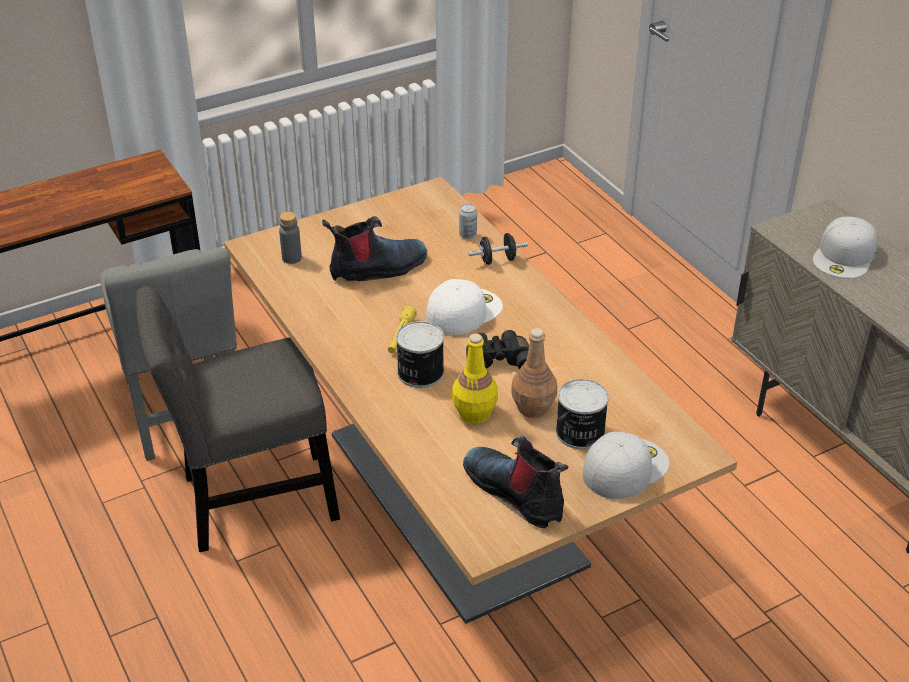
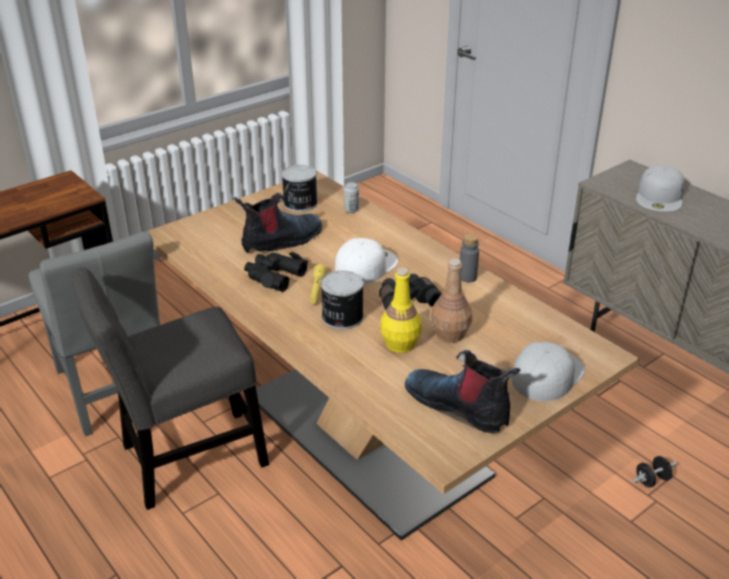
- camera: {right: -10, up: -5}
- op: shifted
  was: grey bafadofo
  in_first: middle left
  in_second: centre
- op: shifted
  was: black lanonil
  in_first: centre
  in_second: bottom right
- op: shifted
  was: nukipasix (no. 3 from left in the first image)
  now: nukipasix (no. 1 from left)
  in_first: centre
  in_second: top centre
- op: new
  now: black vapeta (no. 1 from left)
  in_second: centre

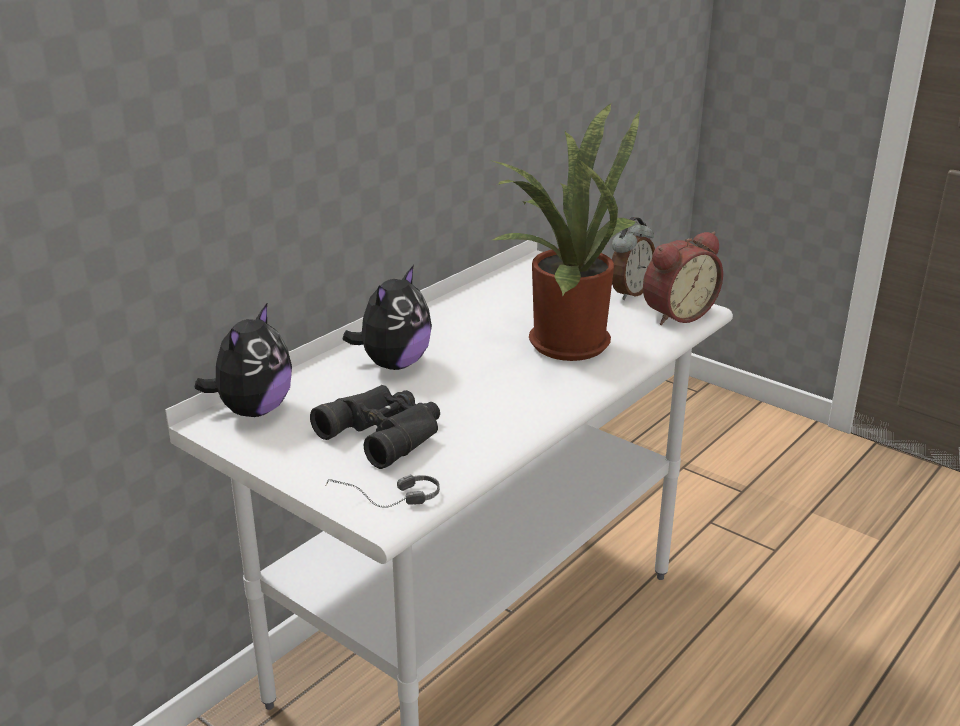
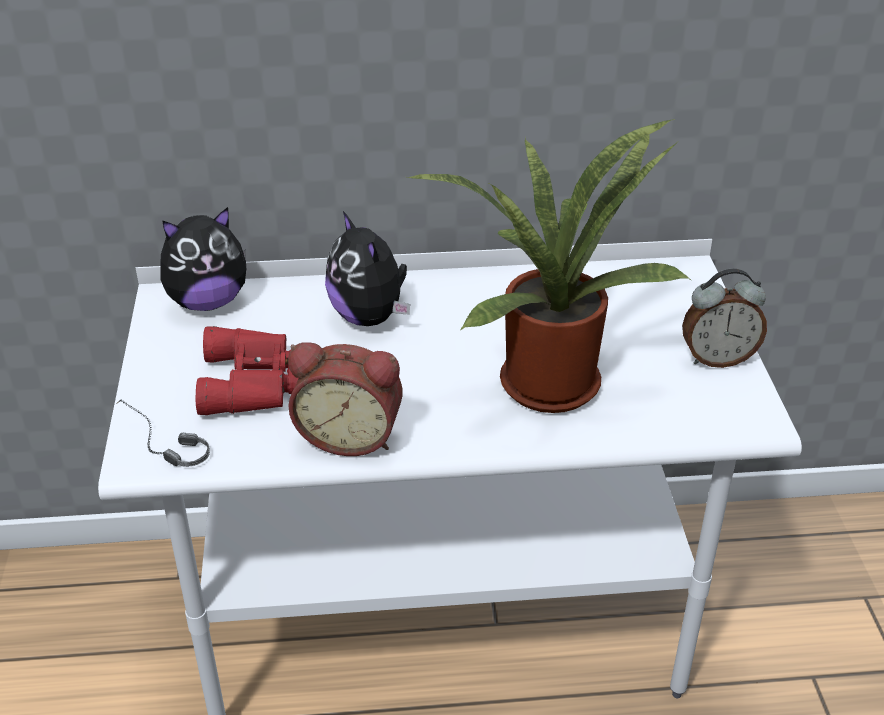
- camera: {right: 45, up: 10}
- op: shifted
  was: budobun (no. 2 from left in the first image)
  now: budobun (no. 1 from left)
  in_first: middle right
  in_second: centre
- op: rotated
  was: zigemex (no. 2 from left)
  in_first: centre
  in_second: centre
  clockwise: 75
- op: repainted
  was: black vapeta
  now: red vapeta
  in_first: centre
  in_second: middle left

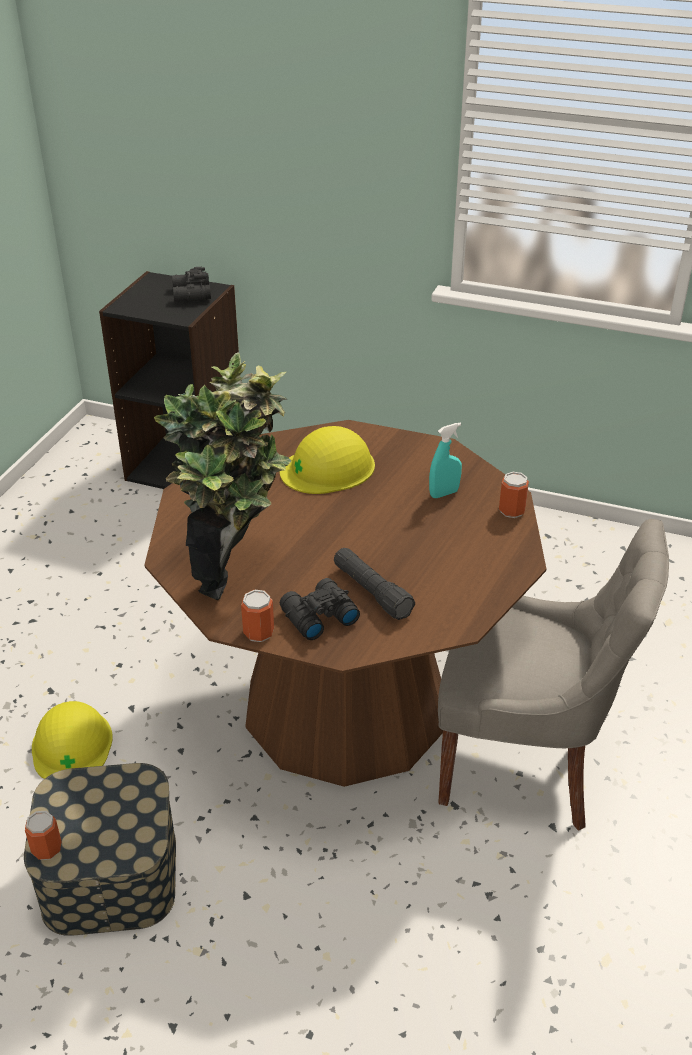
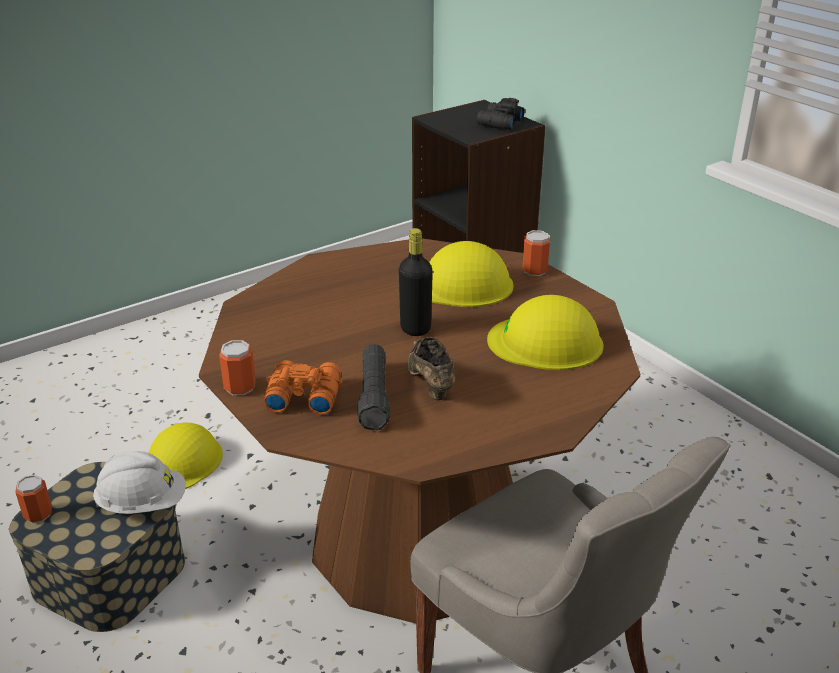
- camera: {right: 35, up: -5}
- op: gone
  was: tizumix
  in_first: middle left
- op: swapped
  was: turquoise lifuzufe
  now: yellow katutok (no. 3 from left)
  in_first: centre
  in_second: centre
- op: shifted
  was: nukipasix (no. 3 from left)
  in_first: middle right
  in_second: centre
- op: repainted
  was: black vapeta (no. 2 from left)
  now: orange vapeta
  in_first: centre
  in_second: centre
- op: new
  now: black bafadofo
  in_second: centre
- op: new
  now: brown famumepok
  in_second: centre
- op: new
  now: white katutok
  in_second: bottom left

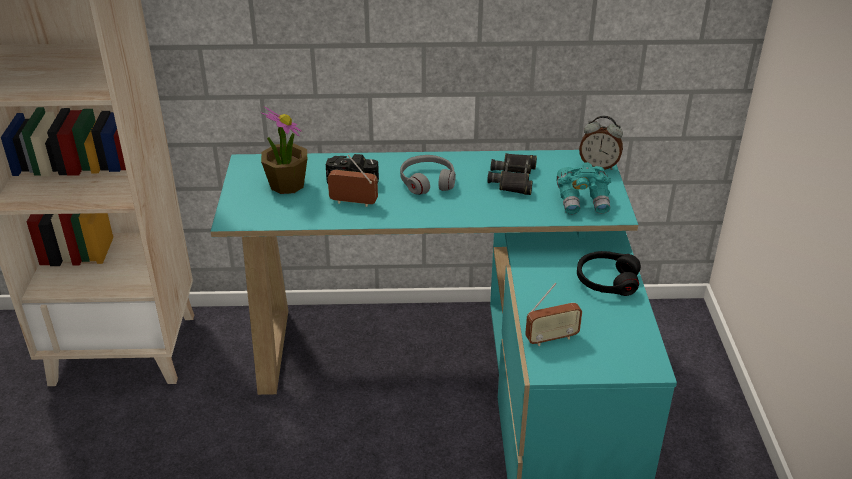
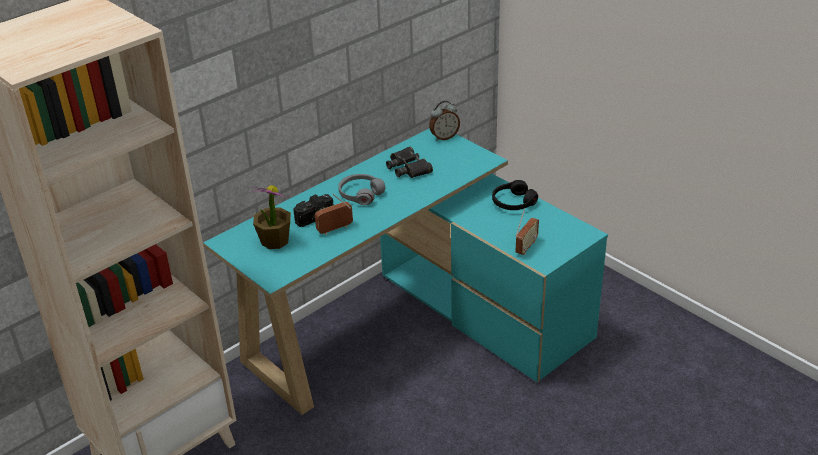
- camera: {right: -40, up: 0}
- op: gone
  was: turquoise vapeta
  in_first: middle right

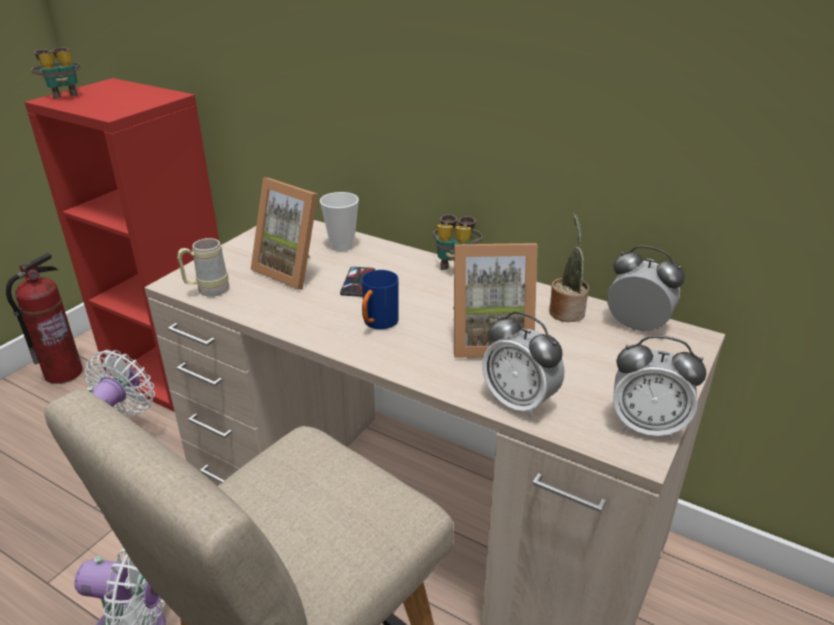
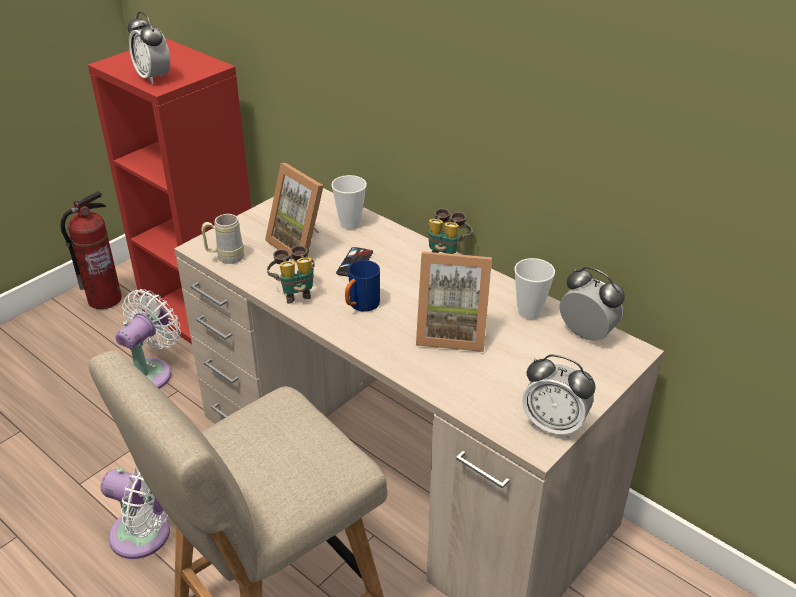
- camera: {right: 10, up: 5}
- op: shifted
  was: vapeta (no. 1 from left)
  in_first: top left
  in_second: centre
- op: swapped
  was: tizumix
  now: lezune (no. 2 from left)
  in_first: middle right
  in_second: middle right
- op: shifted
  was: budobun (no. 1 from left)
  in_first: centre
  in_second: top left

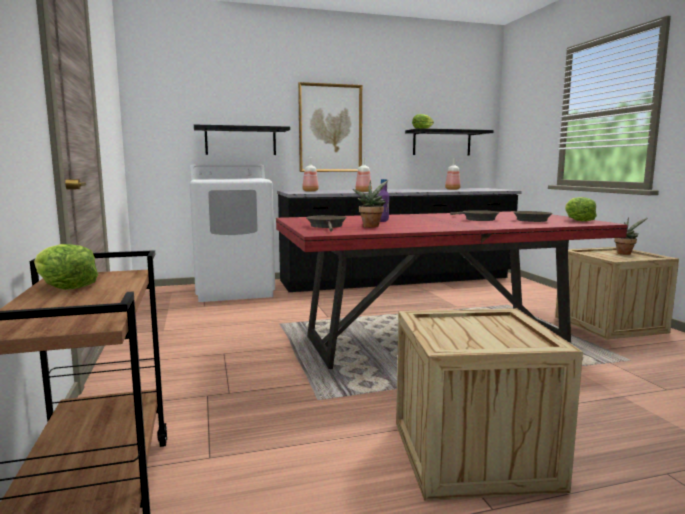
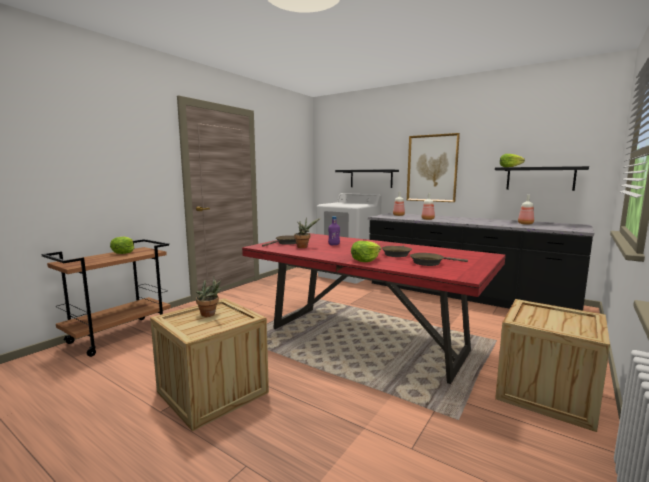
- camera: {right: 50, up: 0}
- op: shifted
  was: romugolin (no. 3 from left in the first image)
  now: romugolin (no. 2 from left)
  in_first: middle right
  in_second: centre
- op: shifted
  was: tizumix (no. 2 from left in the first image)
  now: tizumix (no. 1 from left)
  in_first: middle right
  in_second: middle left

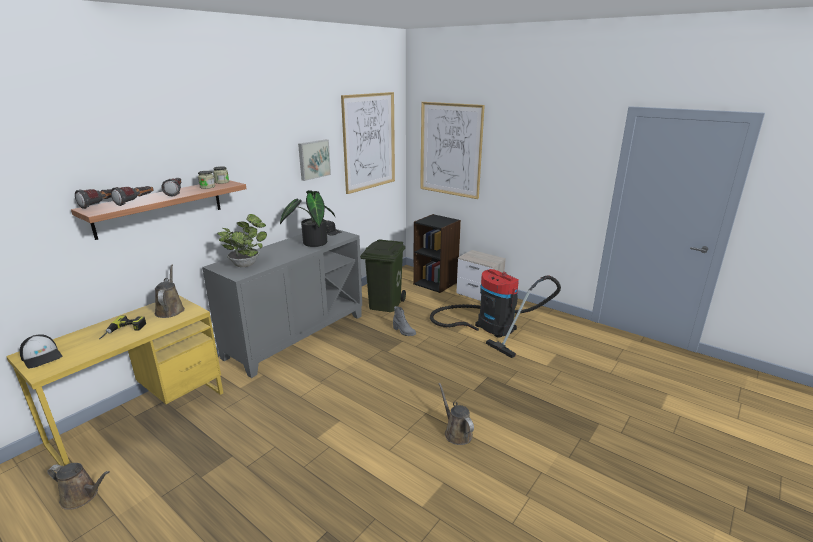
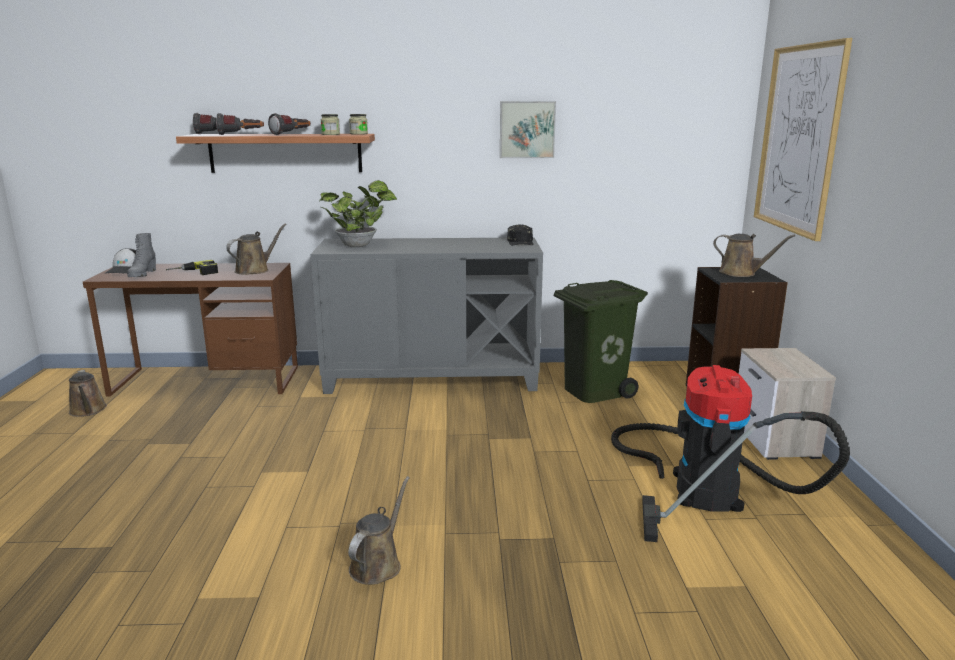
- camera: {right: 50, up: -5}
- op: gone
  was: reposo (no. 2 from left)
  in_first: top centre
- op: gone
  was: tizumix (no. 2 from left)
  in_first: centre
- op: repainted
  was: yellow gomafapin
  now: brown gomafapin
  in_first: bottom left
  in_second: middle left
- op: shifted
  was: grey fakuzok
  in_first: centre
  in_second: middle left
- op: new
  now: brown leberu (no. 4 from left)
  in_second: middle right

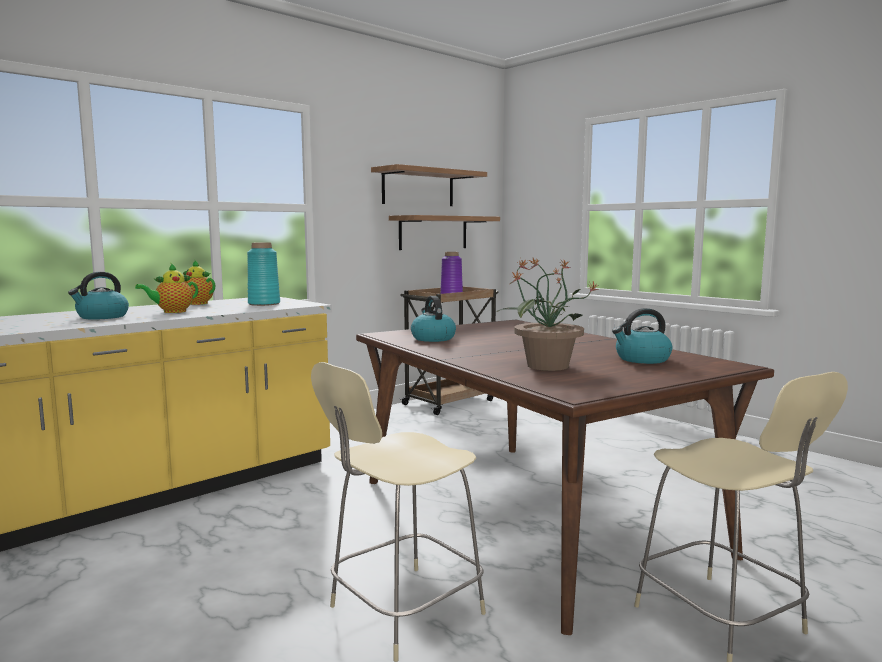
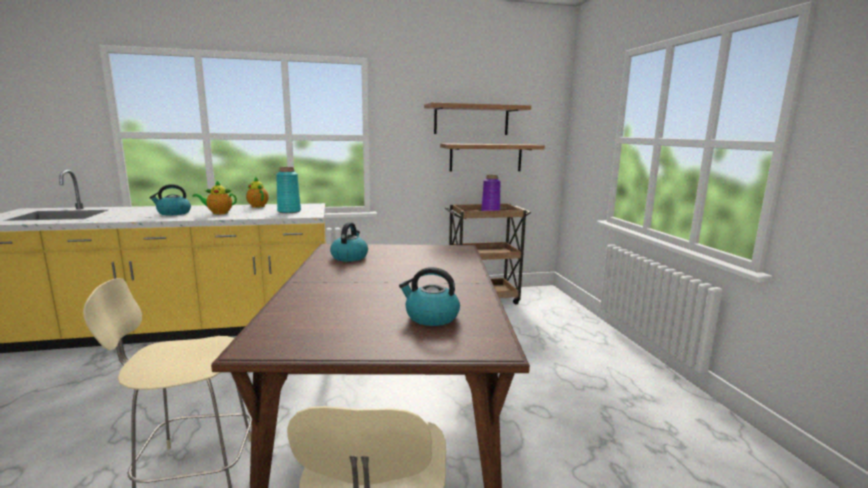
- camera: {right: 30, up: 5}
- op: gone
  was: tizumix
  in_first: centre

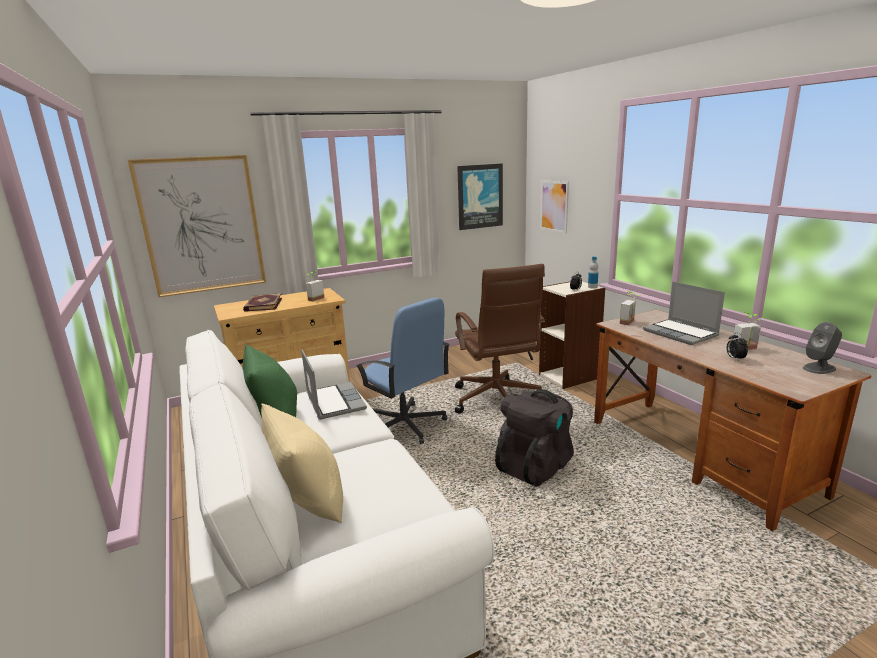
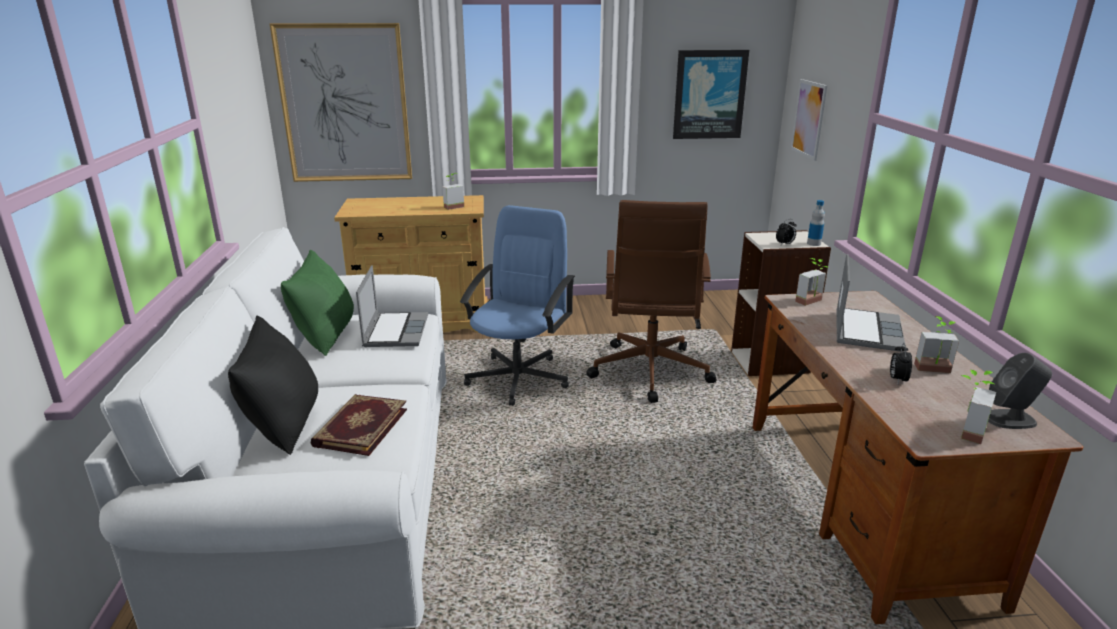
- camera: {right: 20, up: 5}
- op: rotated
  was: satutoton (no. 2 from left)
  in_first: middle right
  in_second: middle right
  clockwise: -150
- op: shifted
  was: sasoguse
  in_first: middle left
  in_second: bottom left
- op: rotated
  was: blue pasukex
  in_first: centre
  in_second: centre
  clockwise: -135
- op: gone
  was: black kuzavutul
  in_first: centre
- op: repainted
  was: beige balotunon
  now: black balotunon
  in_first: bottom centre
  in_second: middle left
- op: new
  now: tizumix (no. 4 from left)
  in_second: middle right

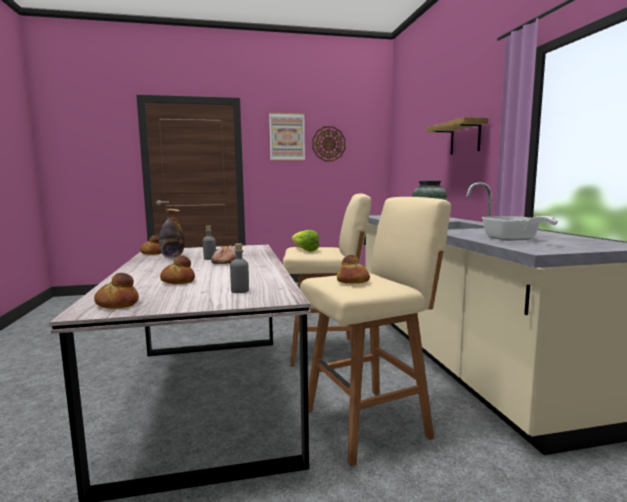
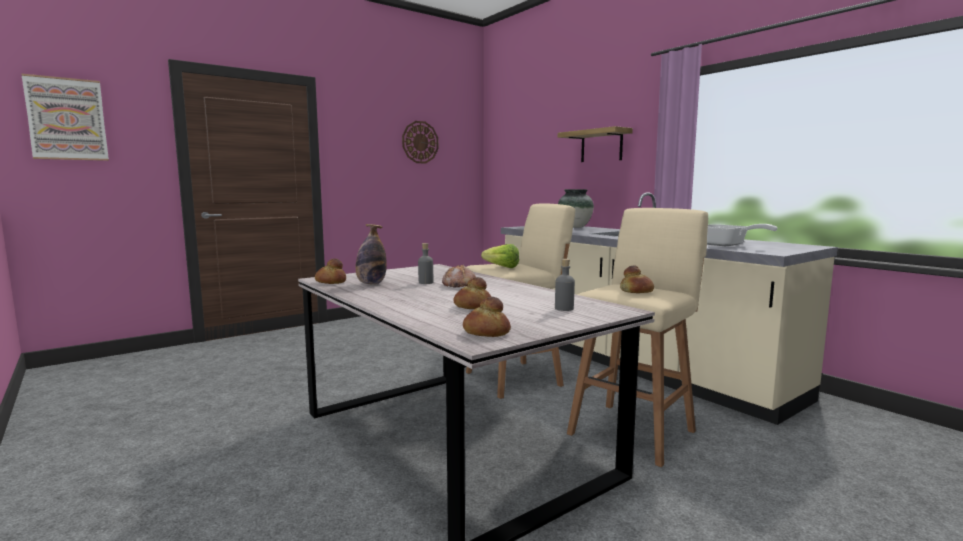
- camera: {right: -25, up: 0}
- op: shifted
  was: reposo
  in_first: top centre
  in_second: top left

